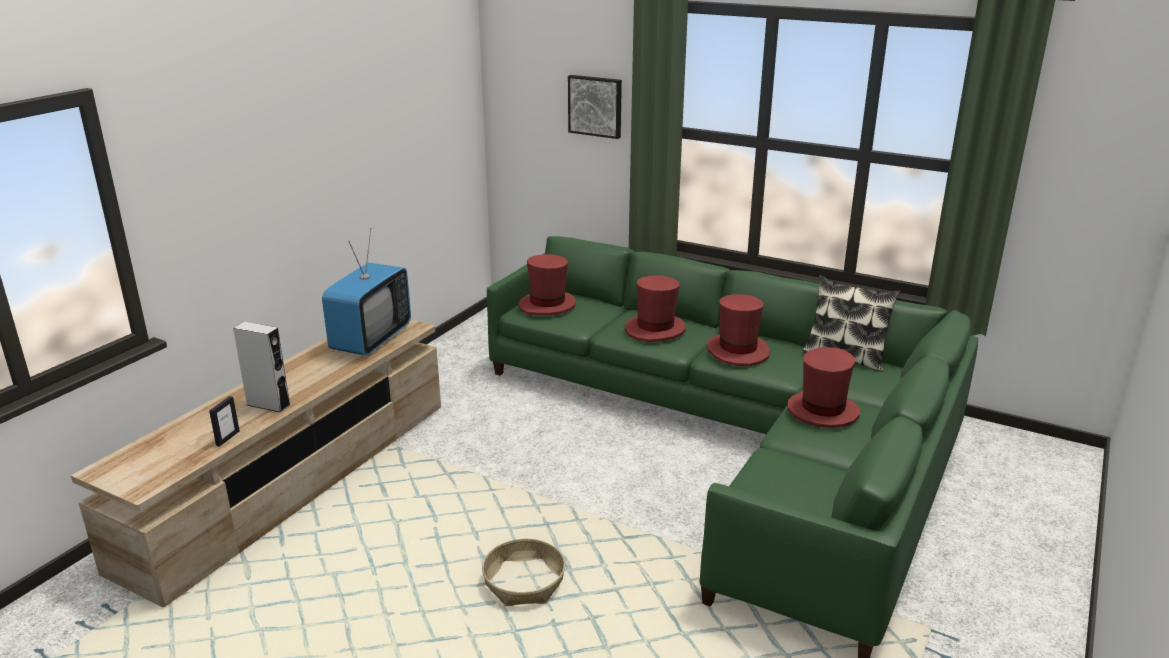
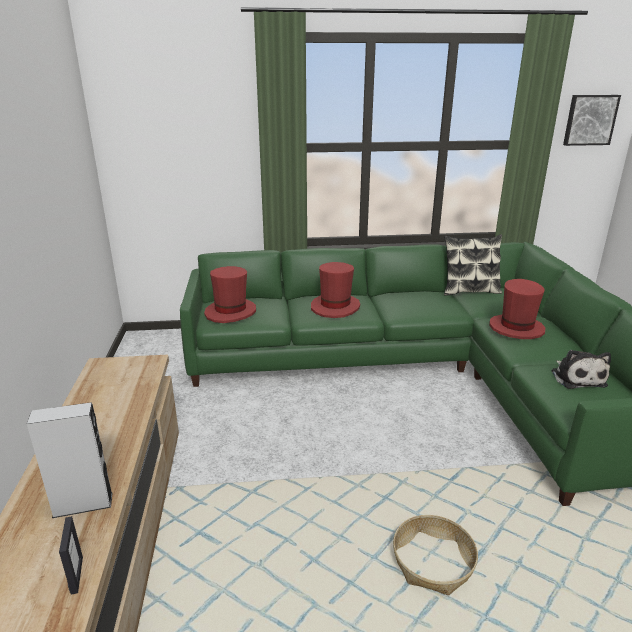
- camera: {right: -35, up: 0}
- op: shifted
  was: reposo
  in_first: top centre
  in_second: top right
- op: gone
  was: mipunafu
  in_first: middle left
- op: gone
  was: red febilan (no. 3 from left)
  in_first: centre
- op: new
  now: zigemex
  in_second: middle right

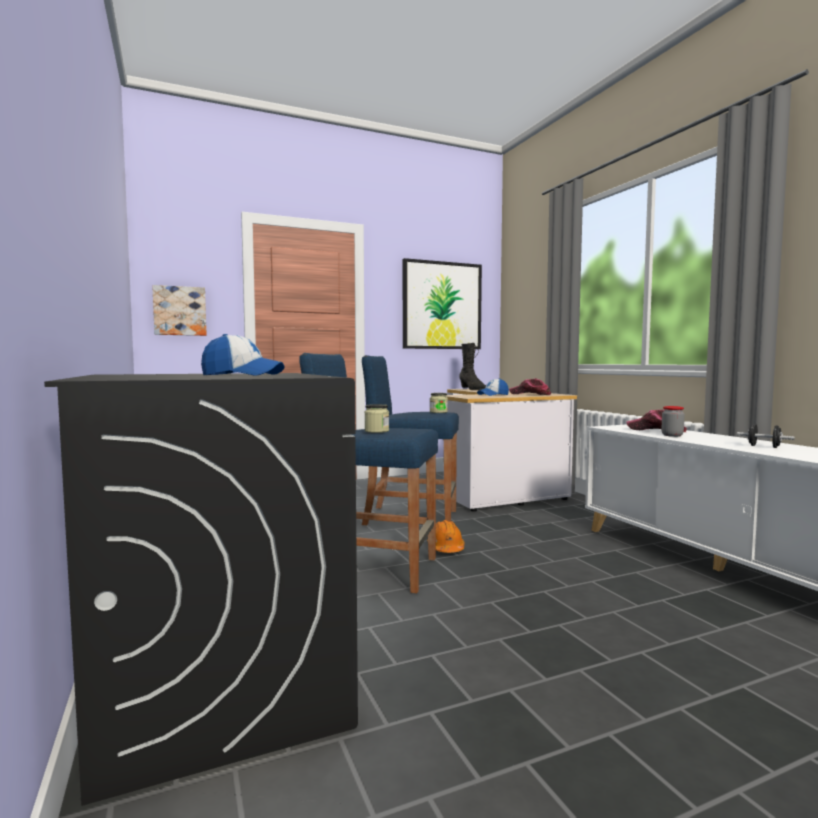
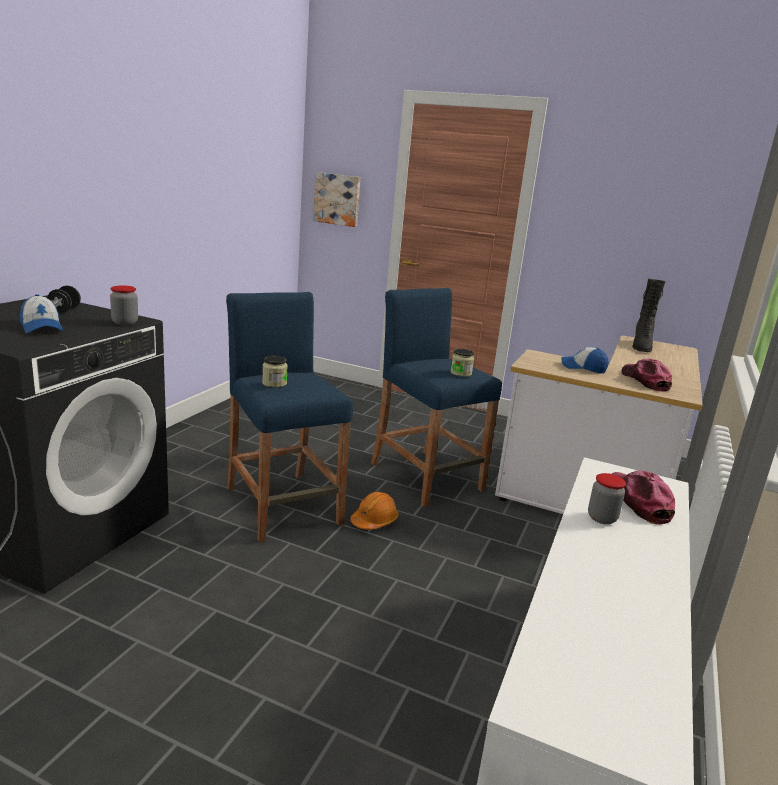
- camera: {right: 45, up: 15}
- op: gone
  was: reposo (no. 2 from left)
  in_first: centre
- op: shifted
  was: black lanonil
  in_first: middle right
  in_second: middle left
- op: new
  now: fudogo (no. 1 from left)
  in_second: middle left

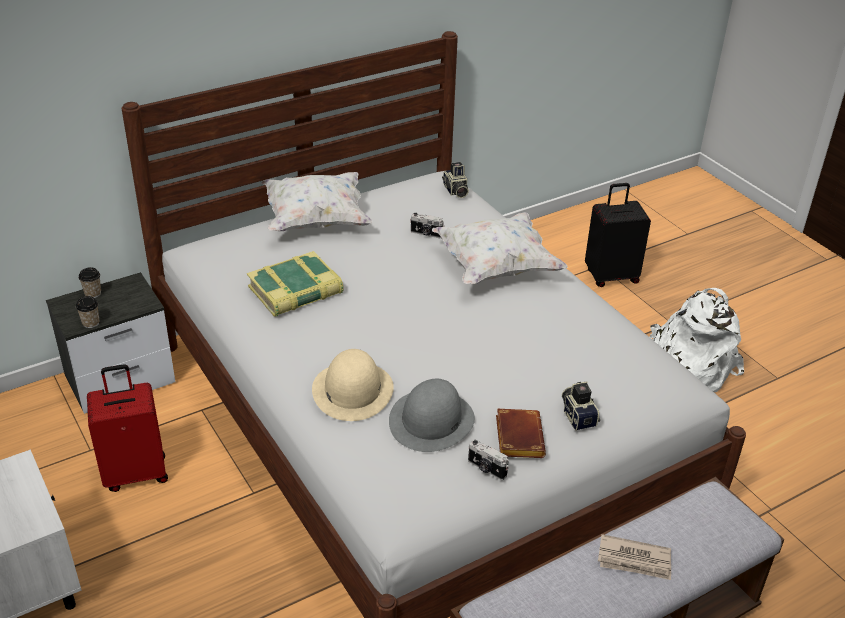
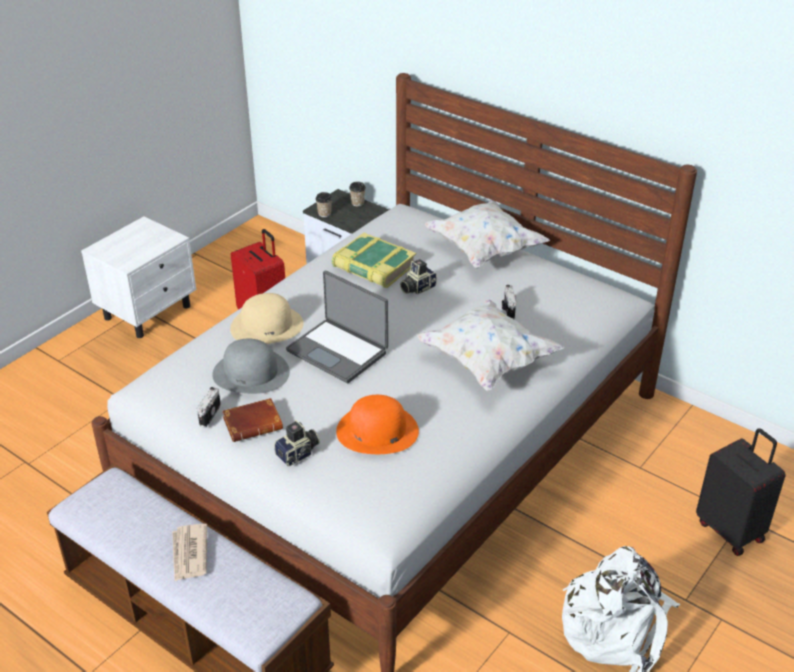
- camera: {right: 70, up: 0}
- op: shifted
  was: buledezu (no. 2 from left in the first image)
  now: buledezu (no. 3 from left)
  in_first: top centre
  in_second: centre
- op: new
  now: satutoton
  in_second: centre
- op: new
  now: orange febilan
  in_second: centre

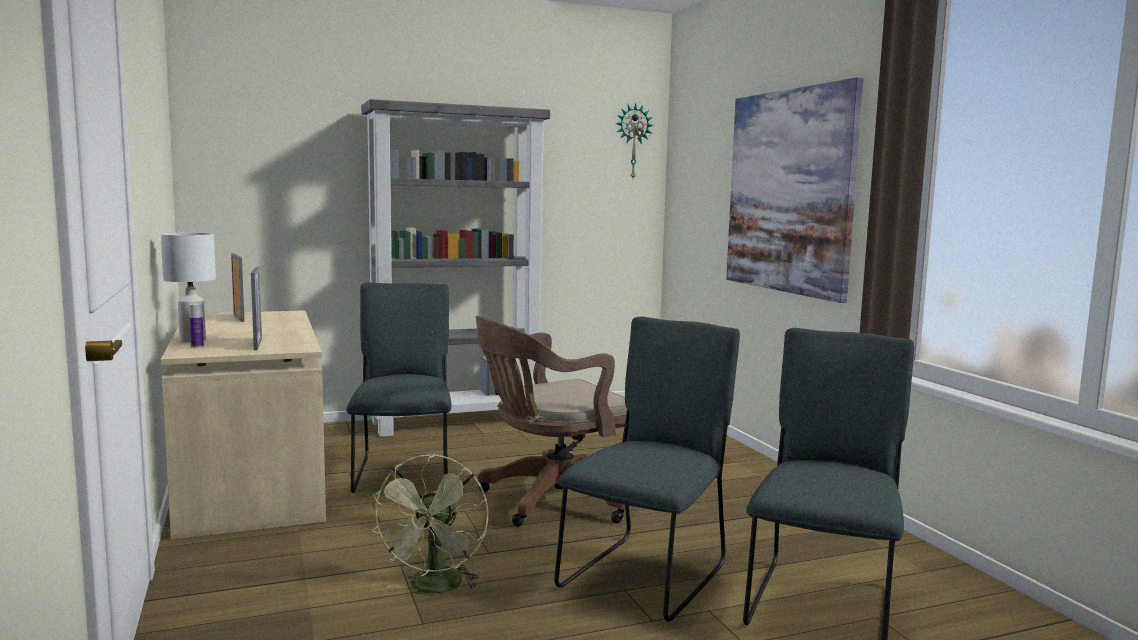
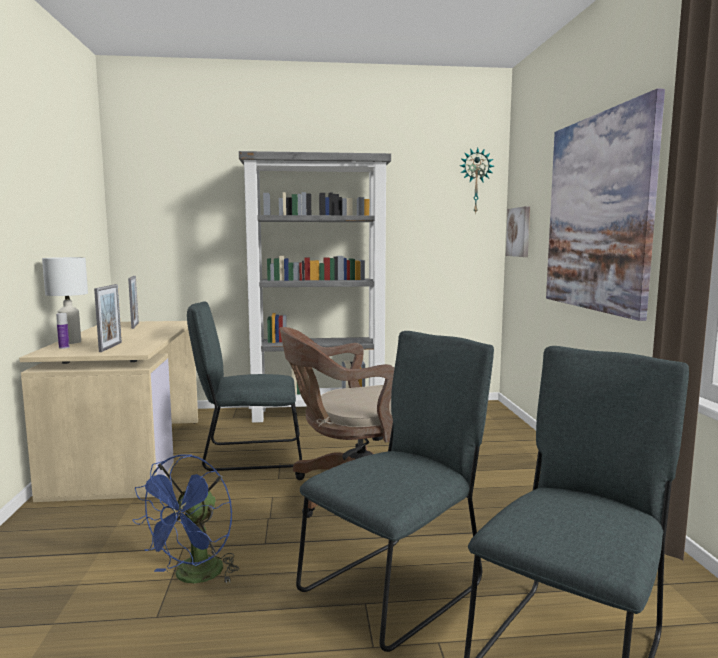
- camera: {right: 15, up: 0}
- op: rotated
  was: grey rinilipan (no. 1 from left)
  in_first: centre
  in_second: centre
  clockwise: -105
- op: repainted
  was: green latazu
  now: blue latazu
  in_first: bottom centre
  in_second: bottom left
- op: new
  now: reposo (no. 1 from left)
  in_second: middle right

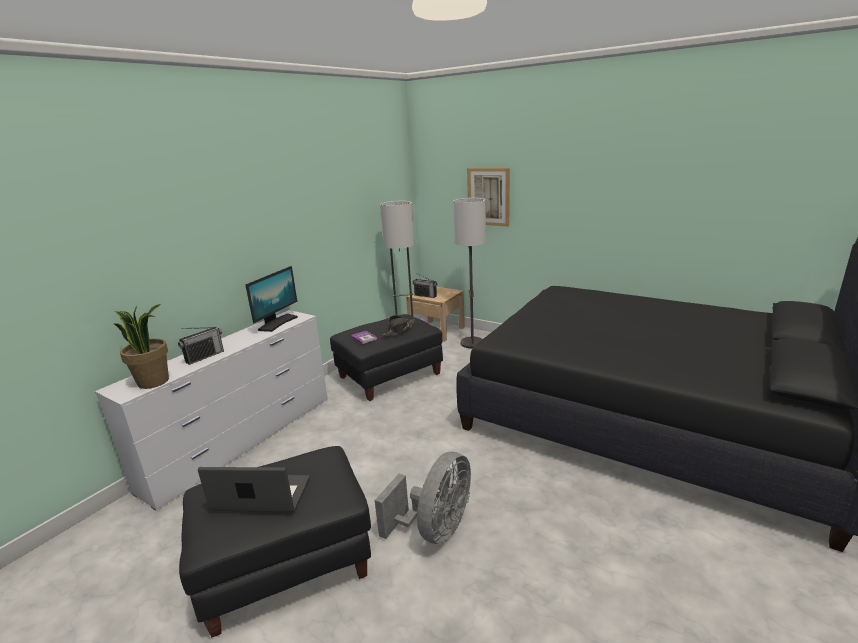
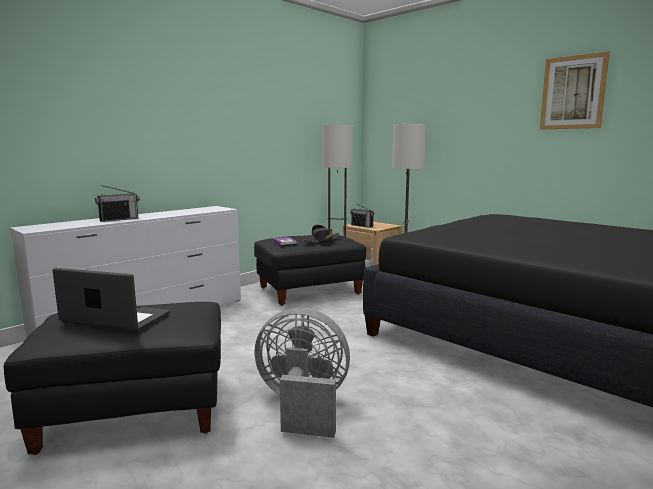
- camera: {right: 10, up: -10}
- op: shifted
  was: reposo
  in_first: top centre
  in_second: top right
- op: gone
  was: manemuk
  in_first: middle left
- op: gone
  was: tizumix
  in_first: middle left
- op: rotated
  was: grey latazu
  in_first: bottom centre
  in_second: bottom centre
  clockwise: -120

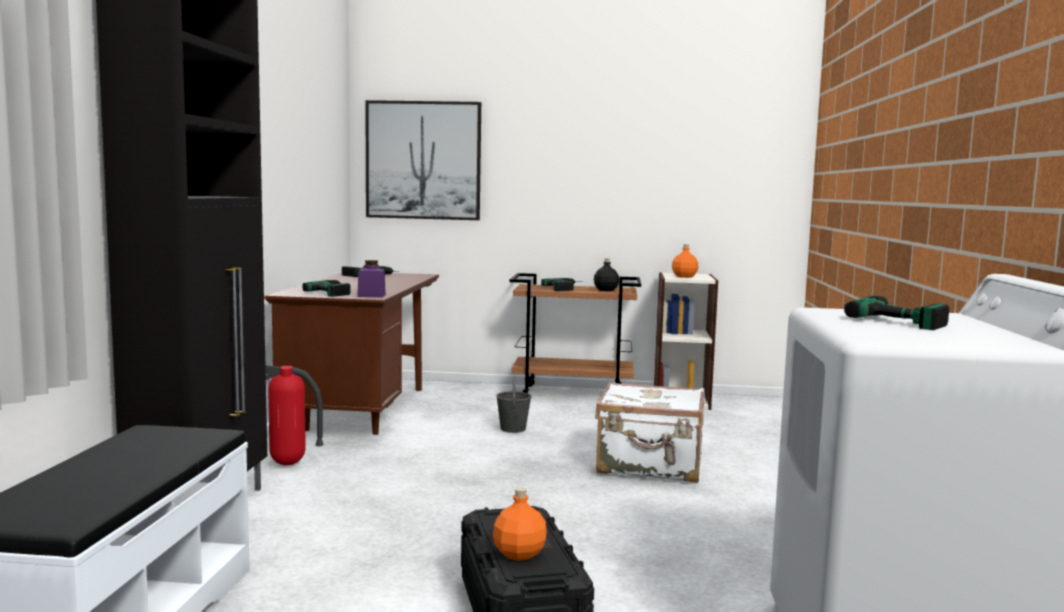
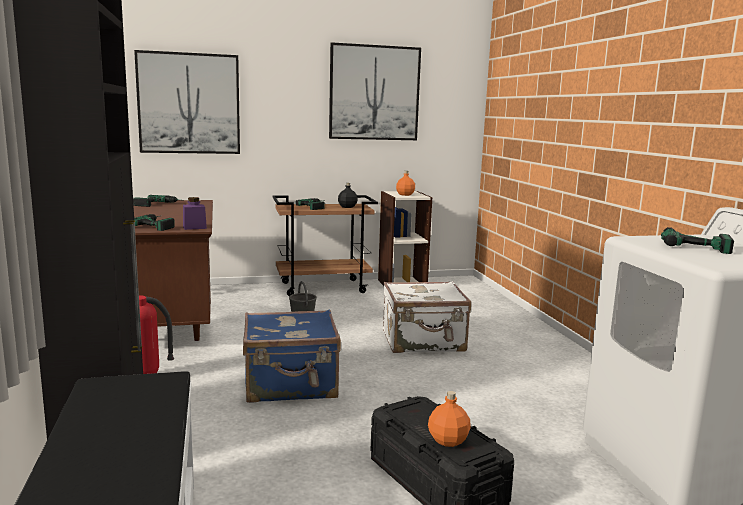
- camera: {right: -20, up: 5}
- op: new
  now: reposo (no. 2 from left)
  in_second: top centre
- op: new
  now: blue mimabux
  in_second: bottom centre

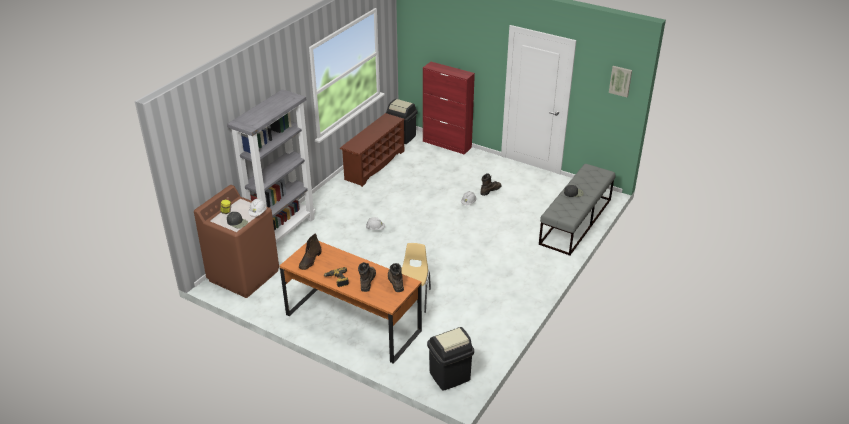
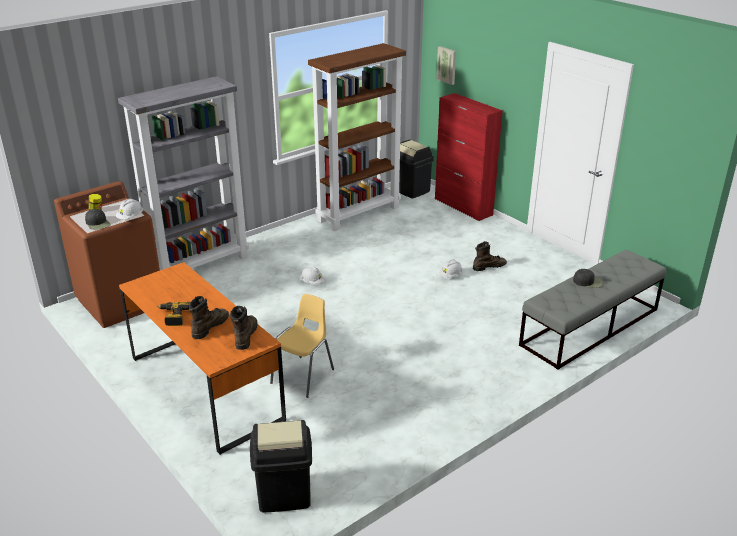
- camera: {right: 20, up: -5}
- op: shifted
  was: reposo
  in_first: top right
  in_second: top centre
- op: swapped
  was: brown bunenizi
  now: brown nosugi
  in_first: centre
  in_second: top centre
- op: gone
  was: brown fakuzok (no. 1 from left)
  in_first: centre

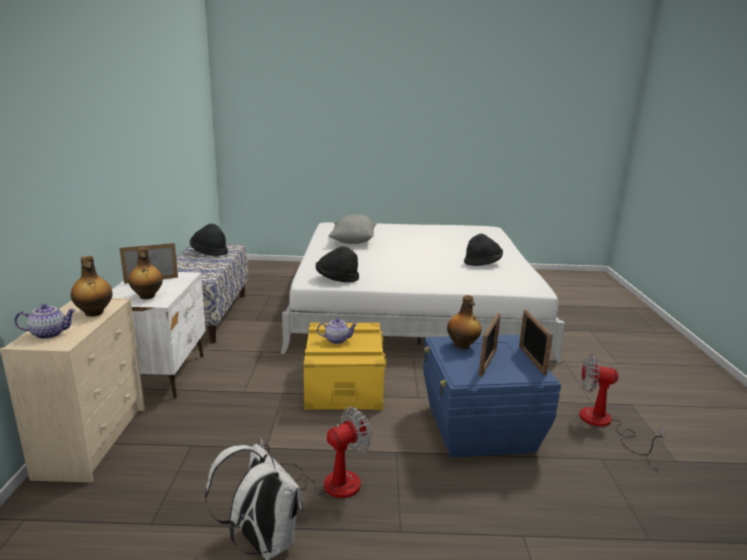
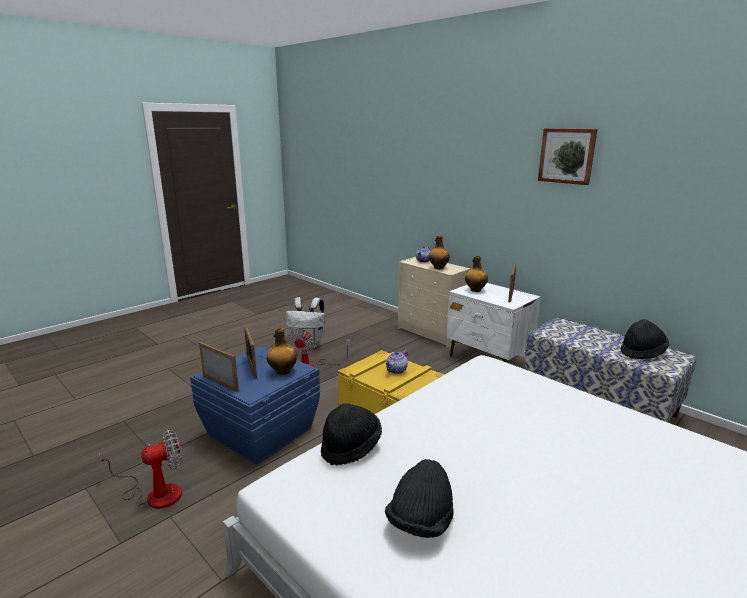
- camera: {right: 135, up: 0}
- op: gone
  was: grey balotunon
  in_first: centre
- op: shifted
  was: black febilan (no. 2 from left in the first image)
  now: black febilan (no. 1 from left)
  in_first: centre
  in_second: bottom centre
- op: new
  now: reposo
  in_second: top right

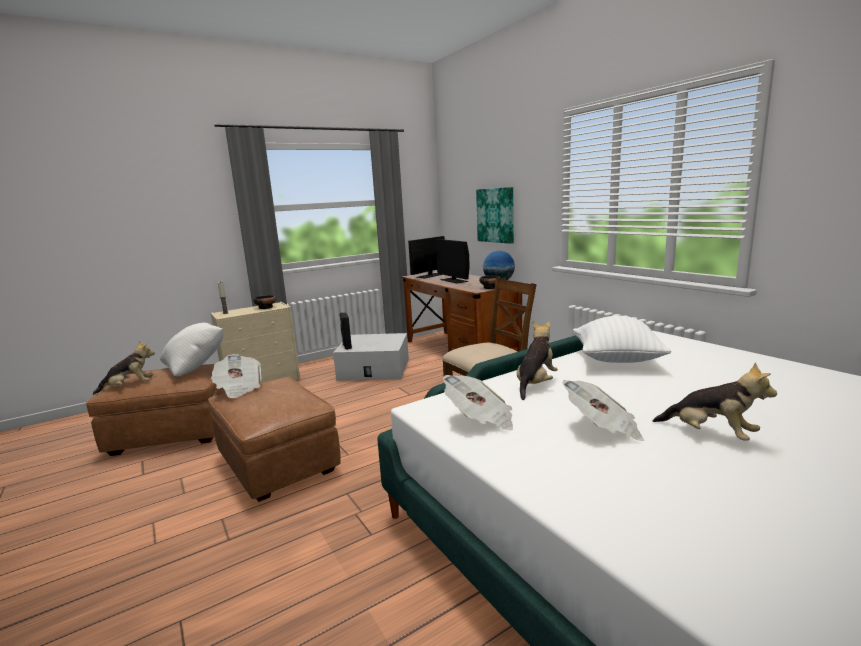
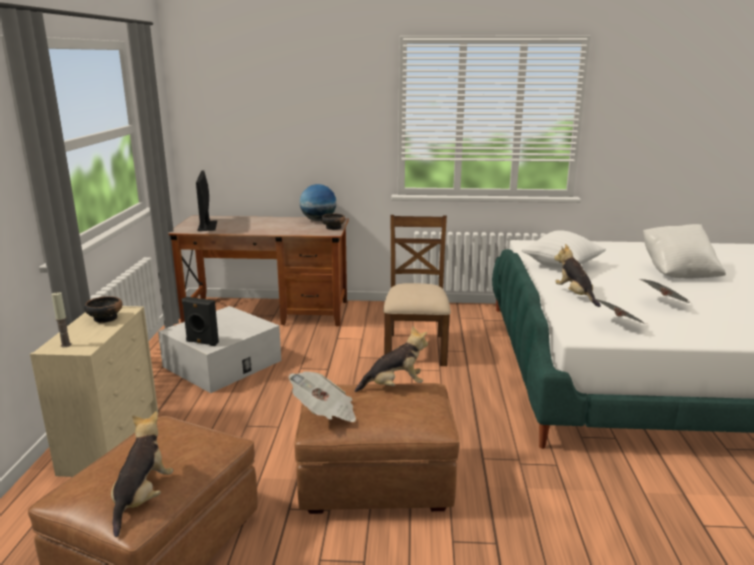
- camera: {right: -55, up: 5}
- op: gone
  was: reposo
  in_first: top centre
- op: gone
  was: manemuk (no. 2 from left)
  in_first: centre
- op: shifted
  was: white balotunon (no. 1 from left in the first image)
  now: white balotunon (no. 2 from left)
  in_first: middle left
  in_second: middle right
- op: shifted
  was: zigemex (no. 3 from left in the first image)
  now: zigemex (no. 2 from left)
  in_first: middle right
  in_second: centre

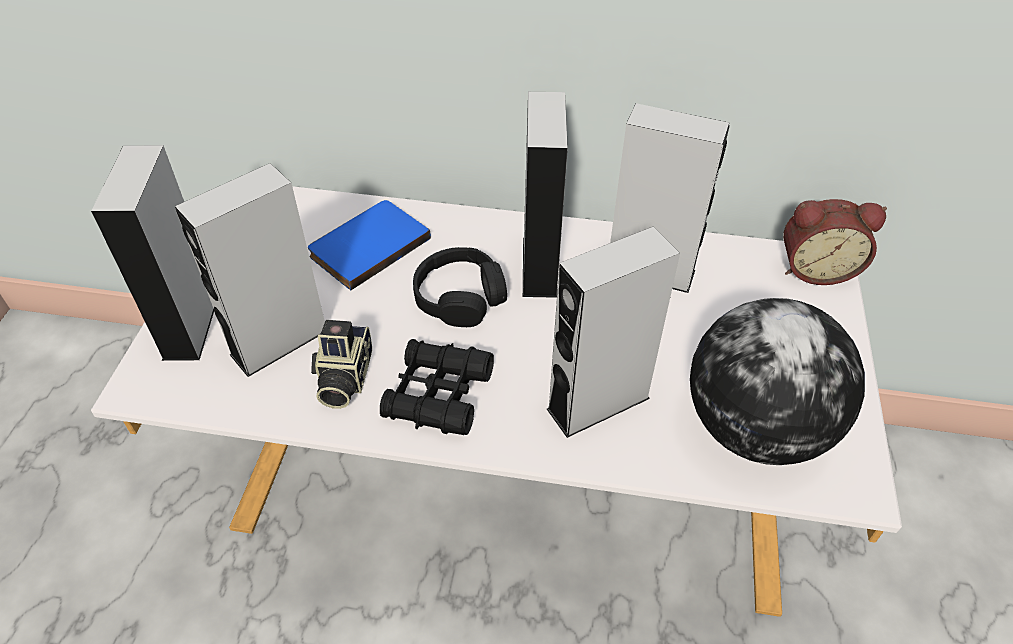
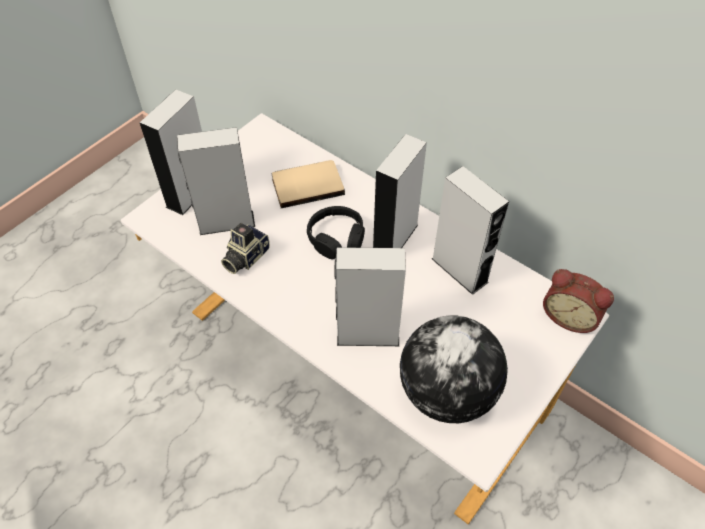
- camera: {right: 30, up: 5}
- op: repainted
  was: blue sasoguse
  now: beige sasoguse
  in_first: centre
  in_second: centre
- op: gone
  was: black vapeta
  in_first: centre

